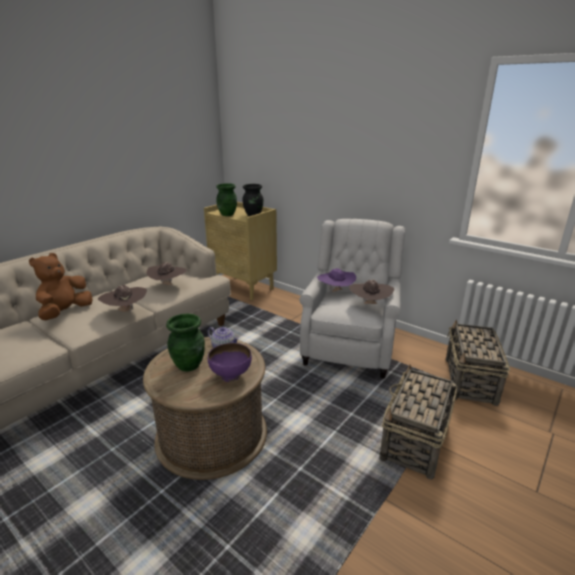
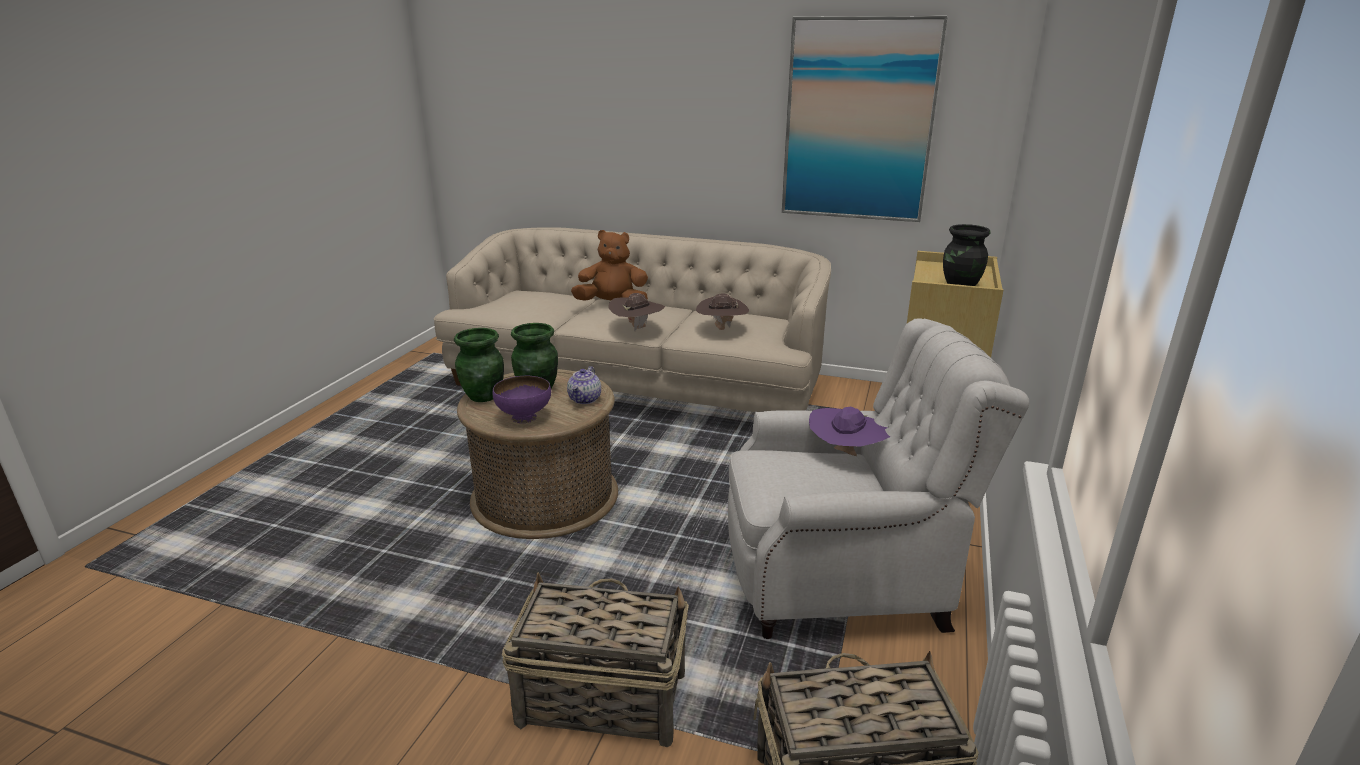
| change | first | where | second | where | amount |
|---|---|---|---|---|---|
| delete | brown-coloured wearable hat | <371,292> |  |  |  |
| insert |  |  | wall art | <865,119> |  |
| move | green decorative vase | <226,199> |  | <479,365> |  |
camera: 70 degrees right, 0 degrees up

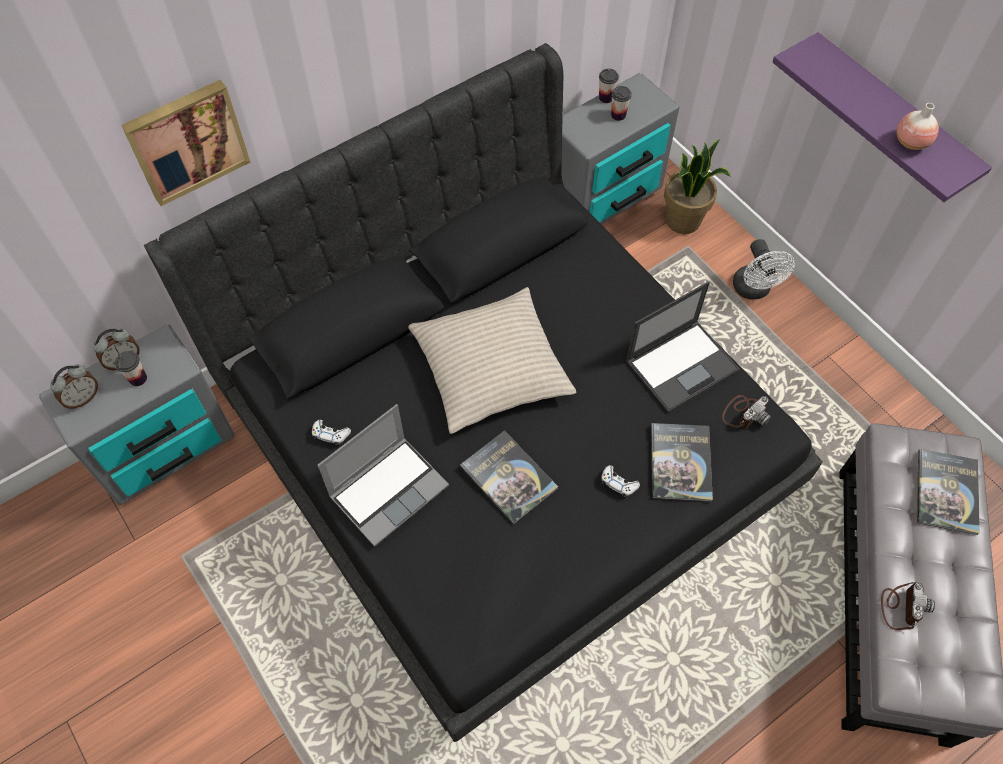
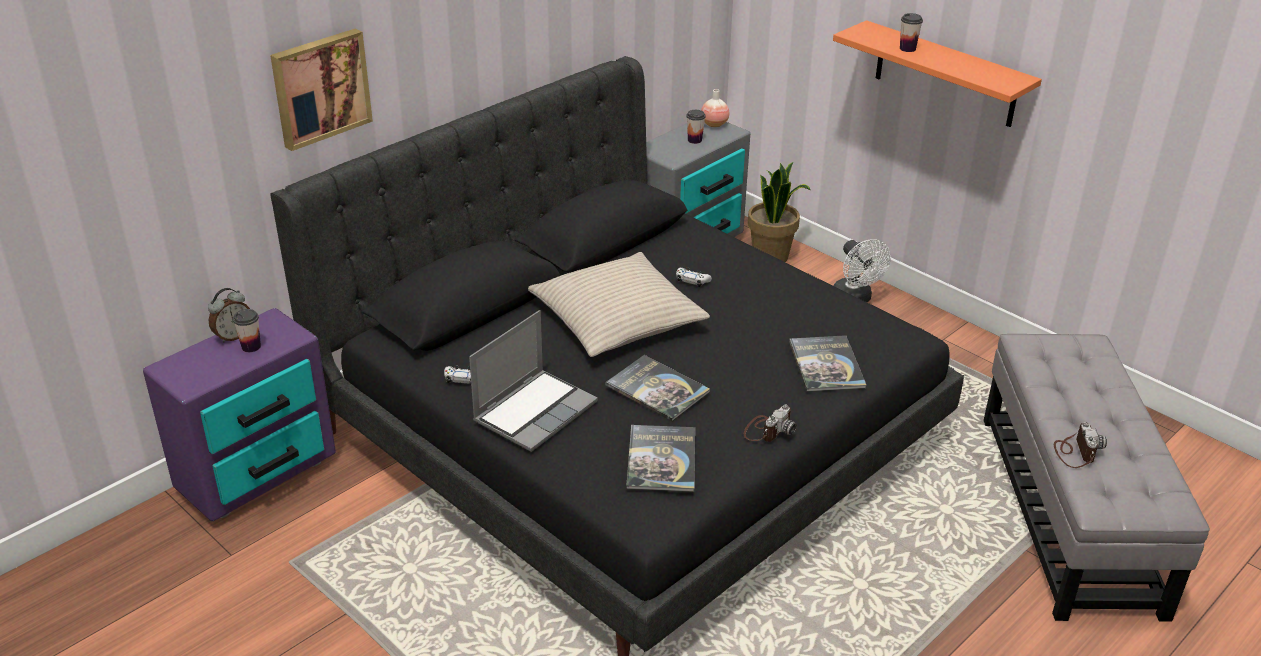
| change | first | where | second | where | amount |
|---|---|---|---|---|---|
| delete | bedside clock | <74,387> |  |  |  |
| delete | portable computer | <682,347> |  |  |  |
| move | cup | <609,85> |  | <911,32> |  |
| move | whitish game controller | <621,481> |  | <694,277> |  |
| move | still camera | <746,412> |  | <770,423> |  |
| move | decorative vase | <917,126> |  | <715,108> |  |
| move | book | <948,492> |  | <660,458> |  |
| recolor | gray night table | <137,414> | purplish night table | <239,414> |  |
| recolor | purplish bracket shelf | <882,117> | orange-coloured bracket shelf | <937,73> |  |
camera: 10 degrees left, 25 degrees down

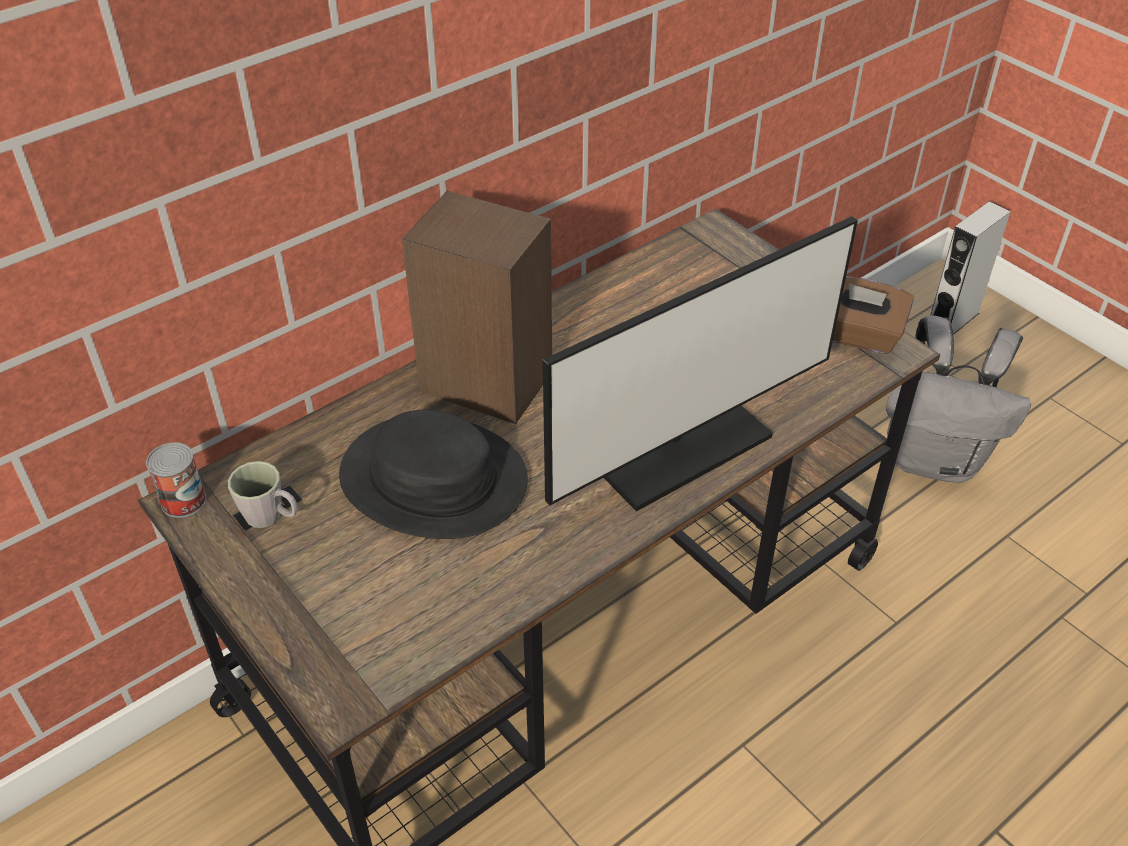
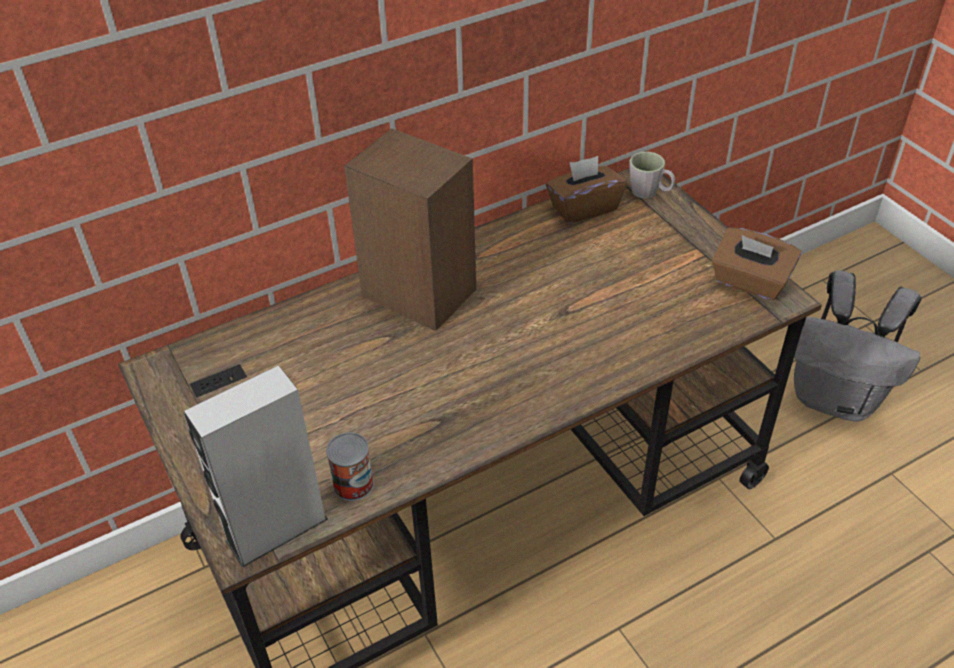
| change | first | where | second | where | amount |
|---|---|---|---|---|---|
| delete | blackish wearable hat | <433,474> |  |  |  |
| delete | computer display | <700,364> |  |  |  |
| insert |  |  | brown-coloured box of tissues | <586,190> |  |
| move | can | <176,480> |  | <350,466> |  |
| move | gray tea mug | <263,494> |  | <652,175> |  |
| move | gray audio speaker | <970,268> |  | <256,466> |  |
camera: 10 degrees right, 0 degrees up

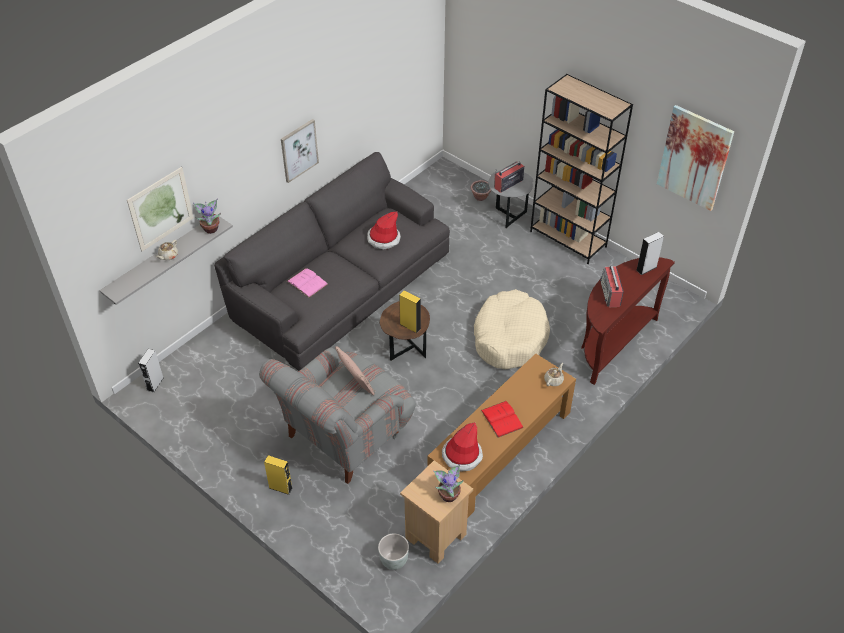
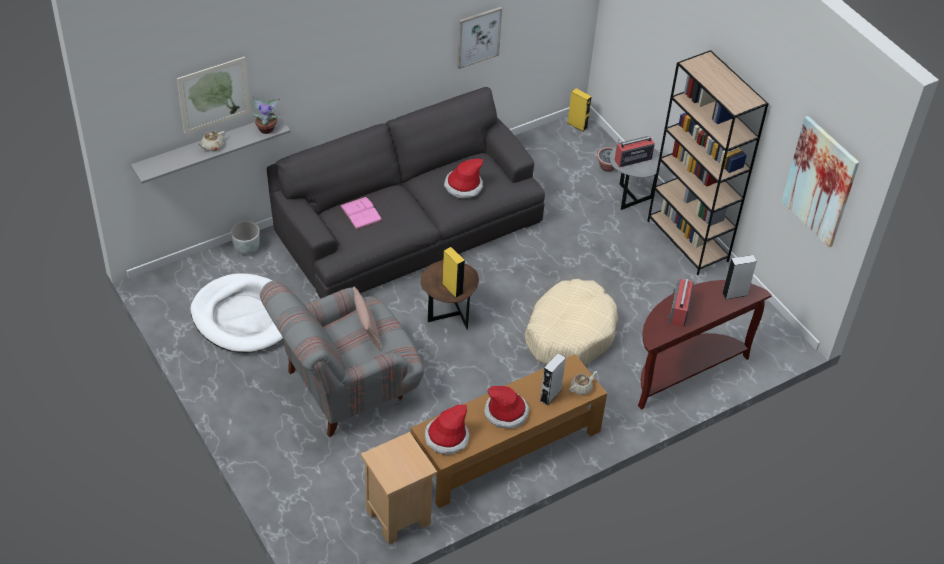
| change | first | where | second | where | amount |
|---|---|---|---|---|---|
| delete | plant in a pot | <448,483> |  |  |  |
| insert |  |  | whitish dog cushion | <237,313> |  |
| move | gray audio speaker | <151,371> |  | <553,379> |  |
| move | yellow audio speaker | <278,475> |  | <579,110> |  |
| move | wall art | <300,151> |  | <479,38> |  |
| move | gray planter | <393,551> |  | <245,238> |  |
| replace | reddish book | <502,419> | wearable hat | <506,407> |  |
camera: 15 degrees right, 0 degrees up

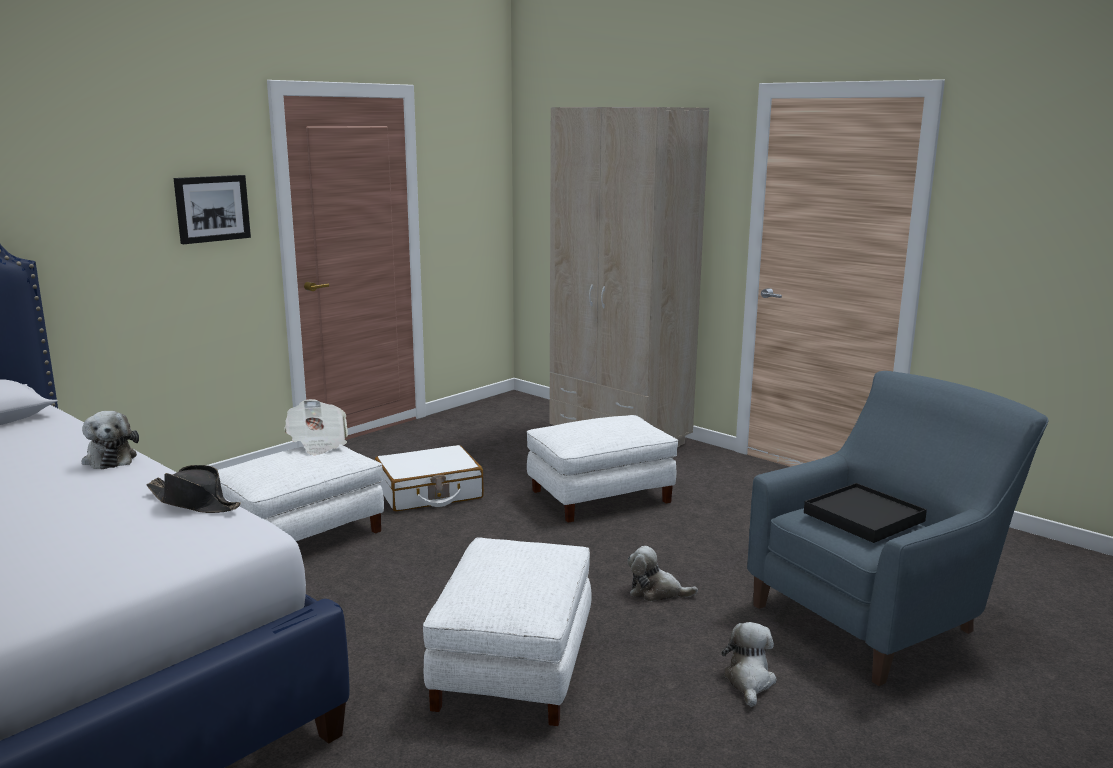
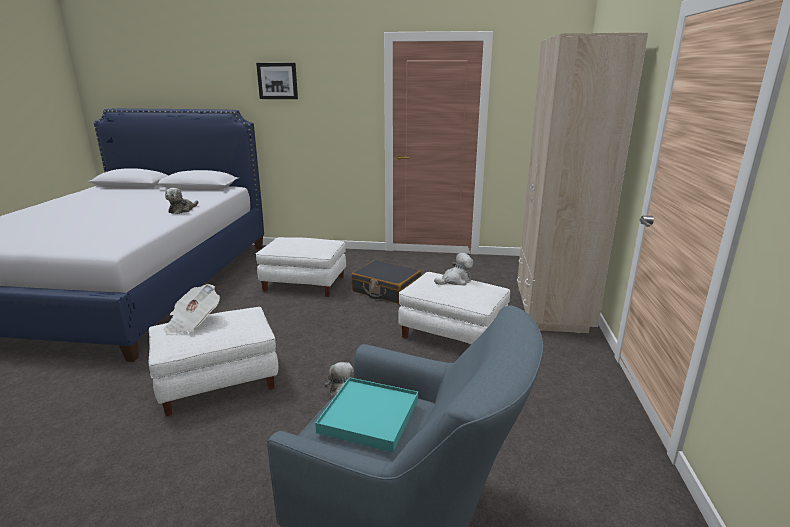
| change | first | where | second | where | amount |
|---|---|---|---|---|---|
| delete | blackish wearable hat | <193,489> |  |  |  |
| move | wall art | <212,209> |  | <277,81> |  |
| move | newspaper | <316,427> |  | <192,308> |  |
| move | cuddly toy | <749,664> |  | <453,269> |  |
| recolor | whitish piece of luggage | <429,478> | blackish piece of luggage | <386,282> |  |
| recolor | blackish tray | <865,513> | turquoise tray | <366,414> |  |
camera: 55 degrees right, 5 degrees up

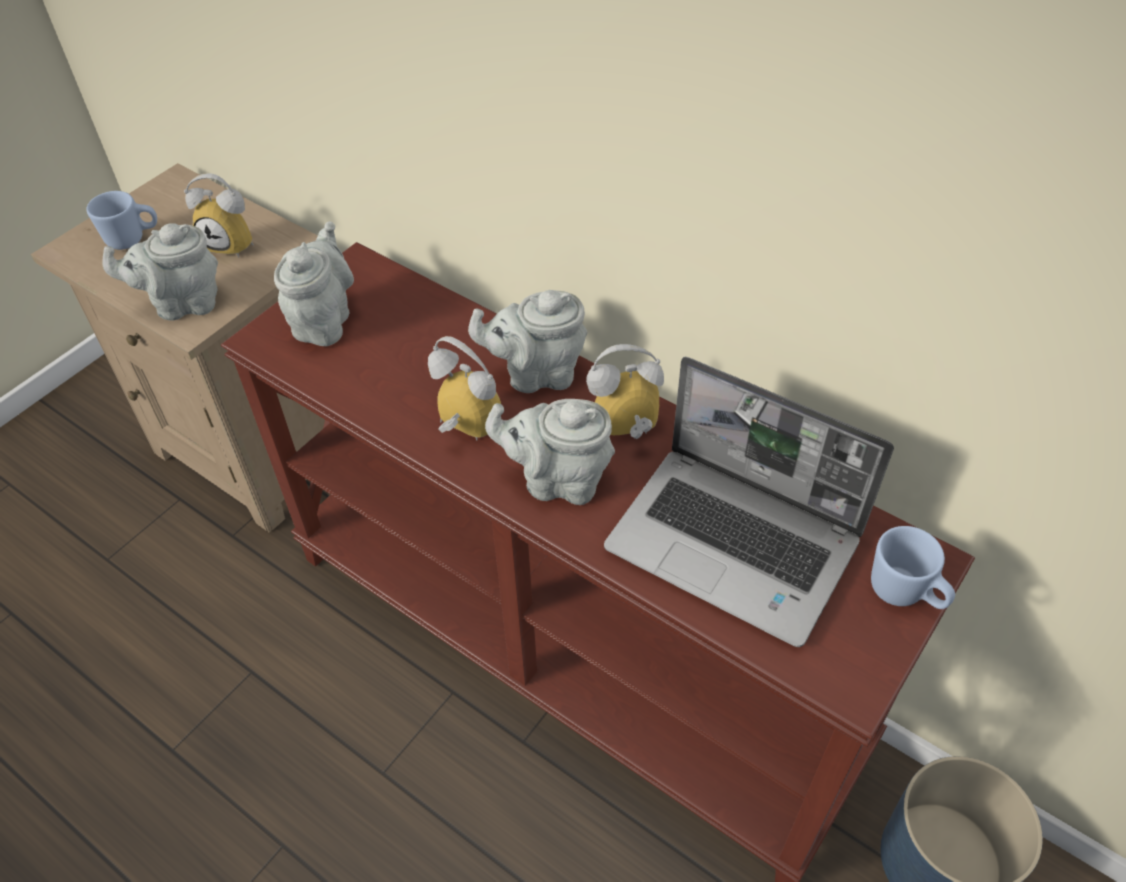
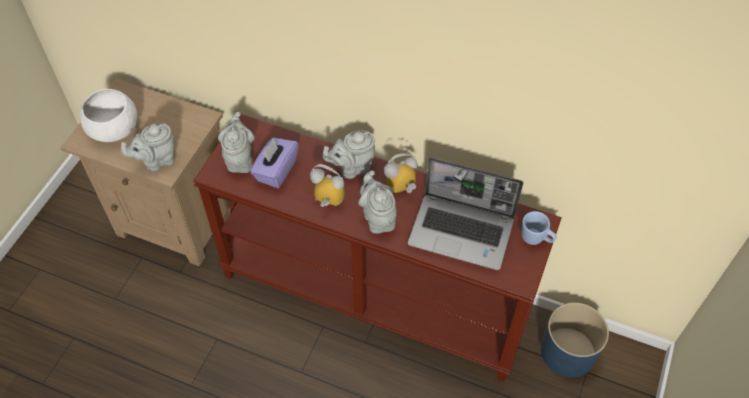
| change | first | where | second | where | amount |
|---|---|---|---|---|---|
| delete | bedside clock | <218,215> |  |  |  |
| insert |  |  | purplish box of tissues | <274,163> |  |
| replace | blue-coloured tea mug | <121,220> | whitish serving bowl | <109,115> |  |
| rotate | gray pot for tea | <550,452> |  | <377,202> | 75 degrees clockwise |
camera: 15 degrees left, 5 degrees up

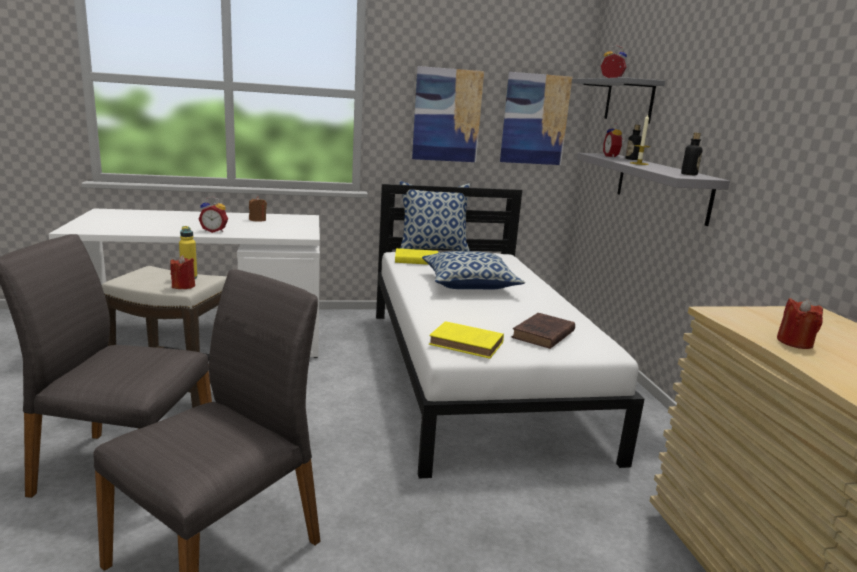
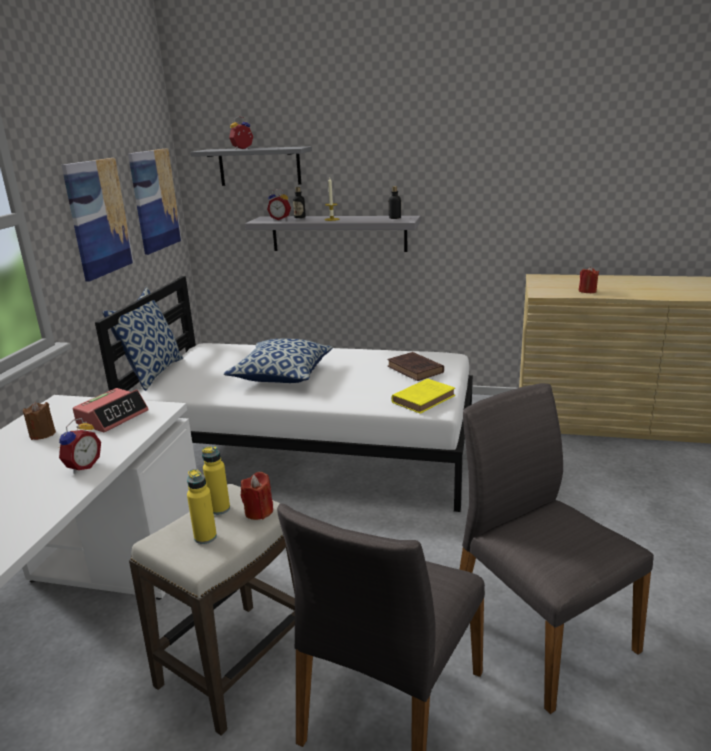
| change | first | where | second | where | amount |
|---|---|---|---|---|---|
| delete | yellow book | <416,256> |  |  |  |
| insert |  |  | bedside clock | <111,410> |  |
| insert |  |  | yellow bottle | <202,506> |  |
camera: 65 degrees left, 5 degrees up

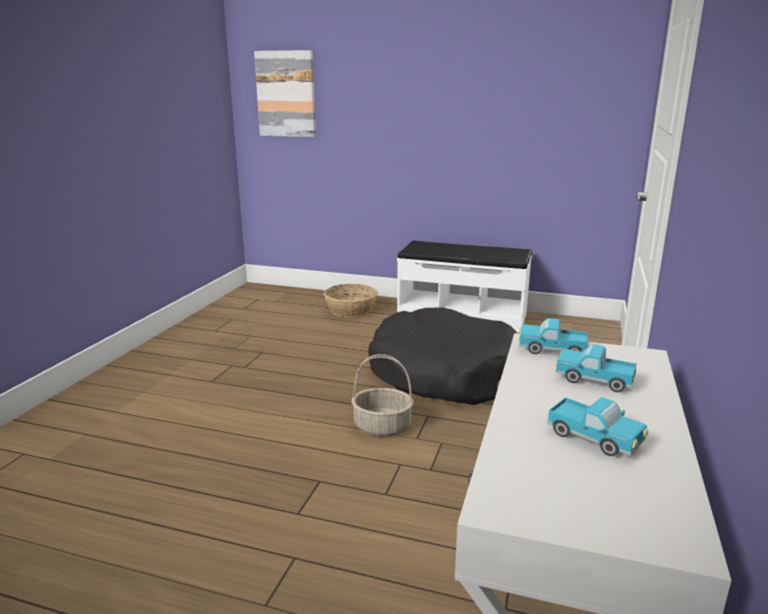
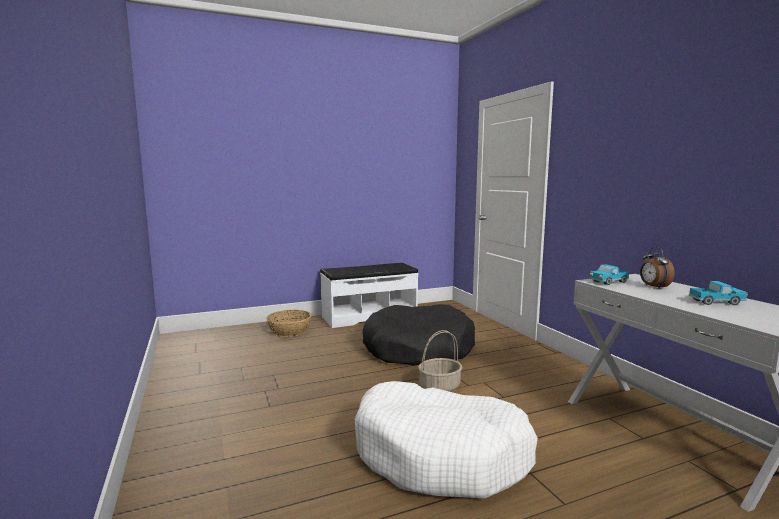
| change | first | where | second | where | amount |
|---|---|---|---|---|---|
| delete | wall art | <285,93> |  |  |  |
| insert |  |  | whitish dog cushion | <446,439> |  |
| replace | toy lorry | <596,368> | bedside clock | <657,268> |  |
camera: 40 degrees left, 10 degrees down

